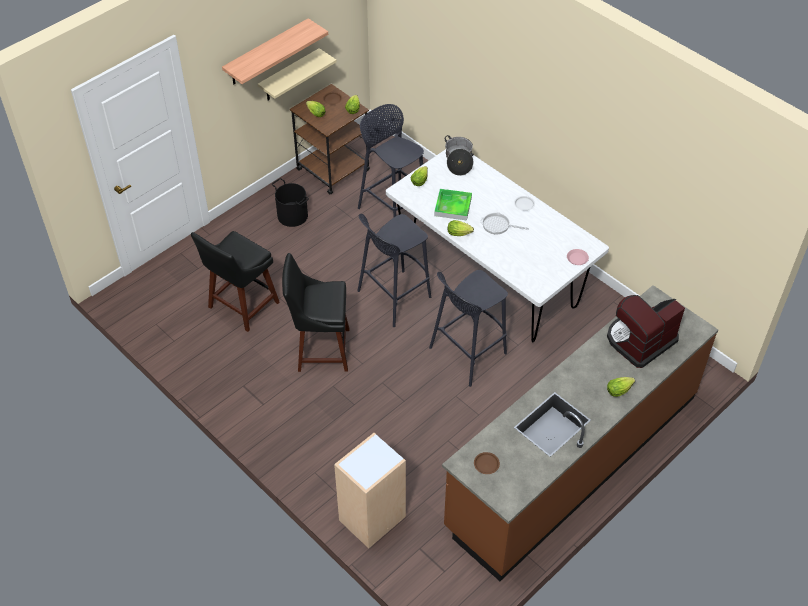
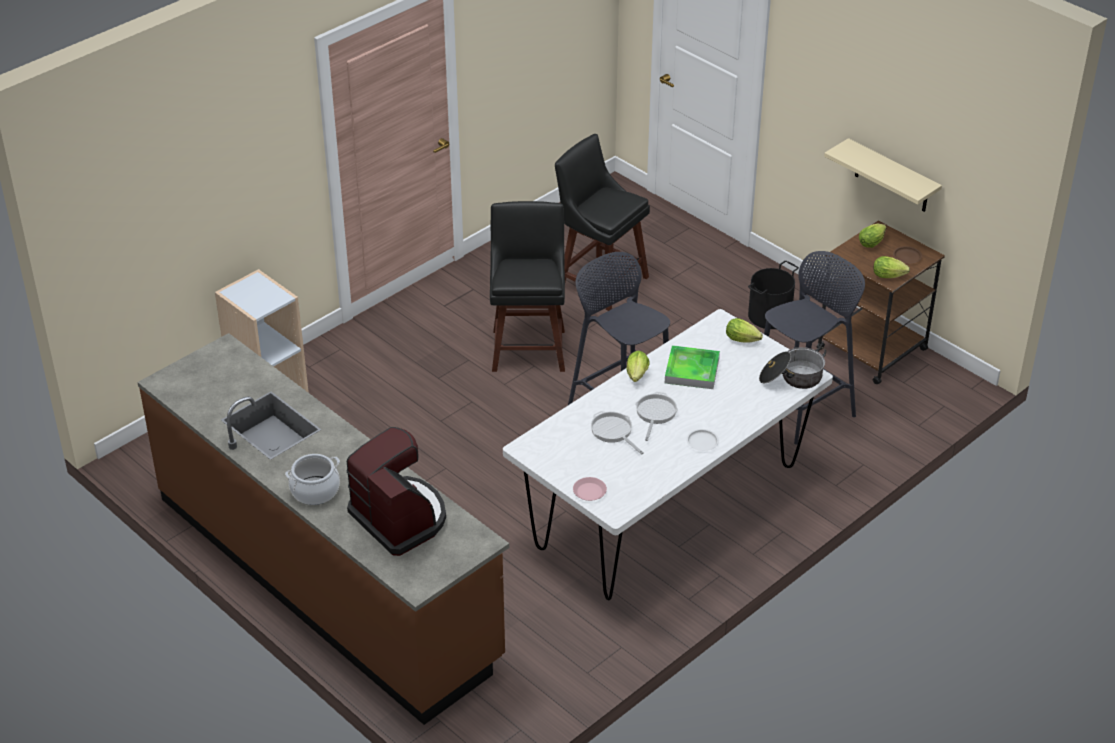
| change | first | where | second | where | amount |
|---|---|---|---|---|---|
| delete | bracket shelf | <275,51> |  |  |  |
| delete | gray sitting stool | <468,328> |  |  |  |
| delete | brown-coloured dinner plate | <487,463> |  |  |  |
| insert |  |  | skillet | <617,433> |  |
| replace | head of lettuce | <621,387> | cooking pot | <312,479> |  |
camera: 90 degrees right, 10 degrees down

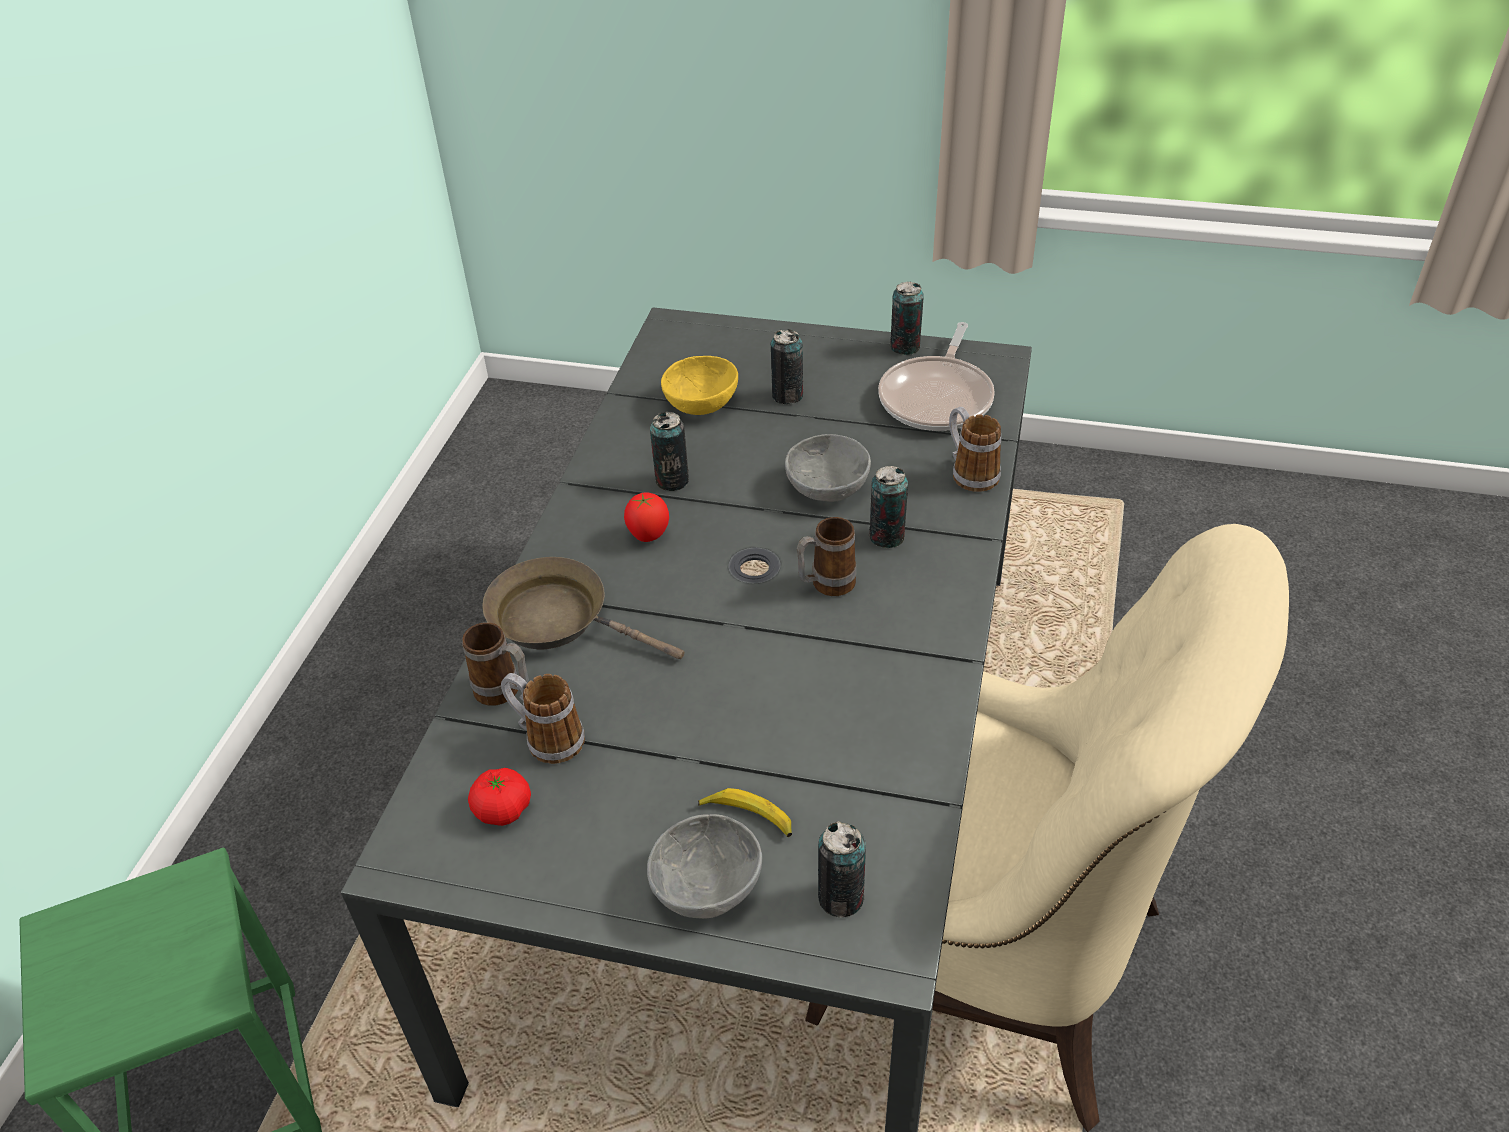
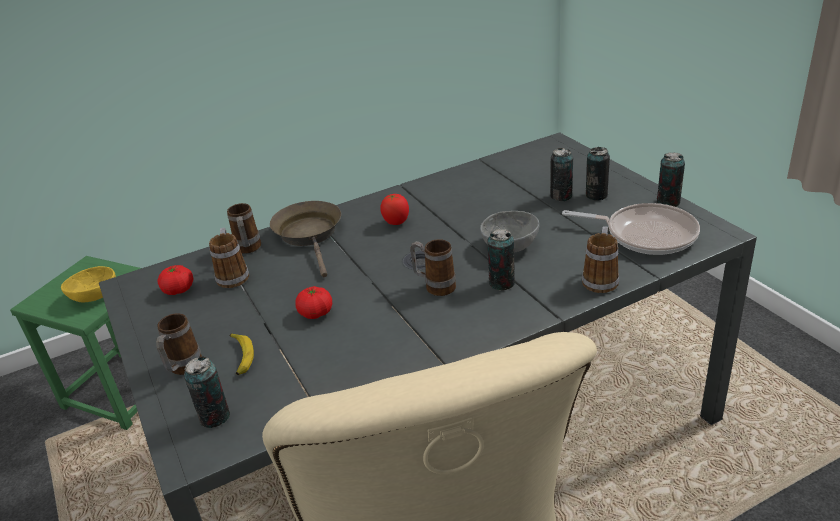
| change | first | where | second | where | amount |
|---|---|---|---|---|---|
| insert |  |  | tomato | <313,302> |  |
| move | can | <669,451> |  | <598,174> |  |
| move | yellow serving bowl | <699,385> |  | <88,284> |  |
| replace | gray serving bowl | <704,866> | tea mug | <179,344> |  |
| rotate | skillet | <936,376> |  | <631,229> | 135 degrees counterclockwise |
camera: 50 degrees right, 10 degrees down

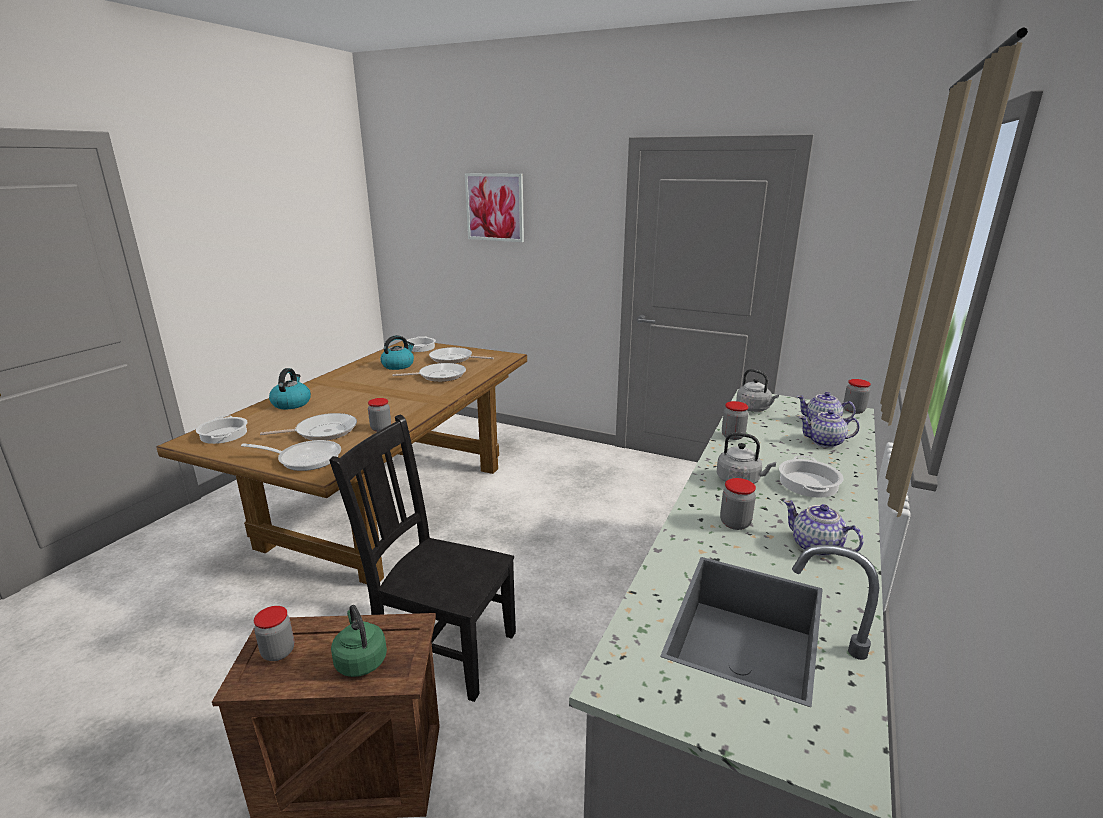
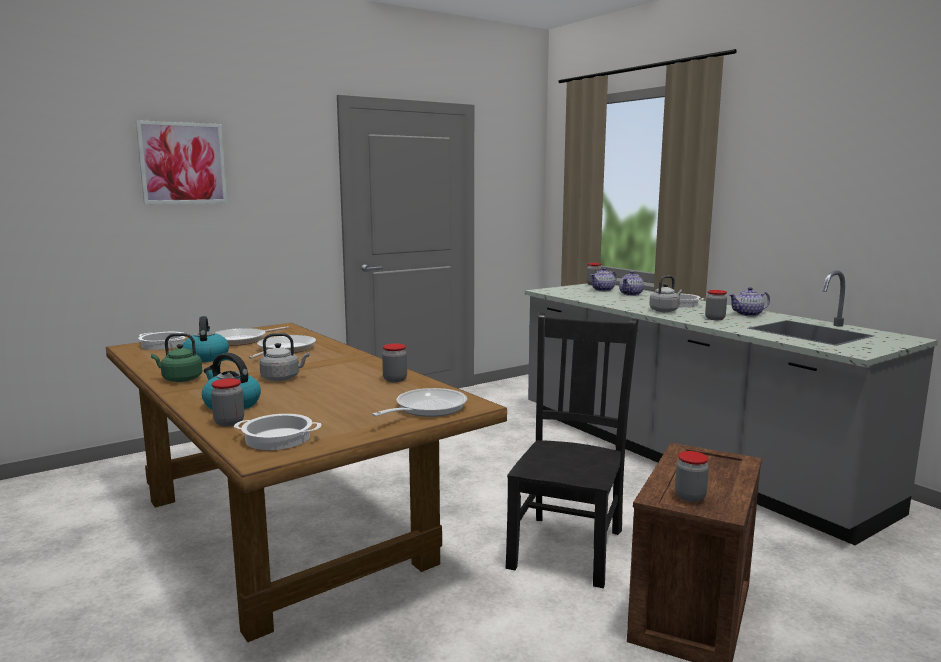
| change | first | where | second | where | amount |
|---|---|---|---|---|---|
| delete | skillet | <308,426> |  |  |  |
| move | green tea kettle | <359,641> |  | <176,357> |  |
| move | storage jar | <735,420> |  | <227,402> |  |
| move | gray tea kettle | <757,390> |  | <284,357> |  |
| rotate | blackish chair | <422,558> |  | <572,450> | 150 degrees clockwise |
camera: 60 degrees left, 10 degrees down

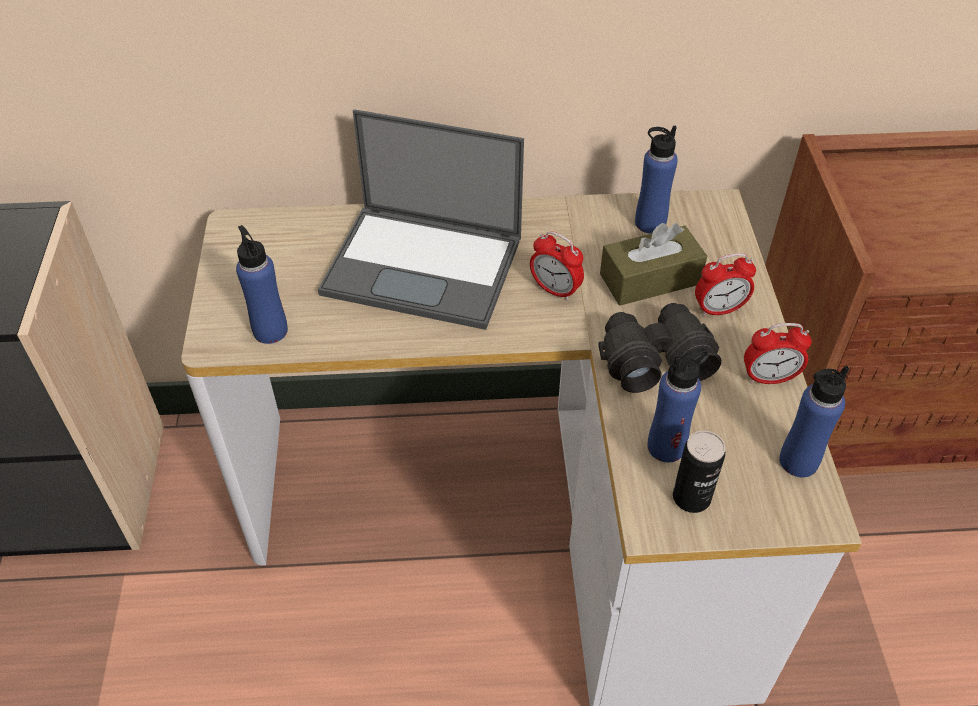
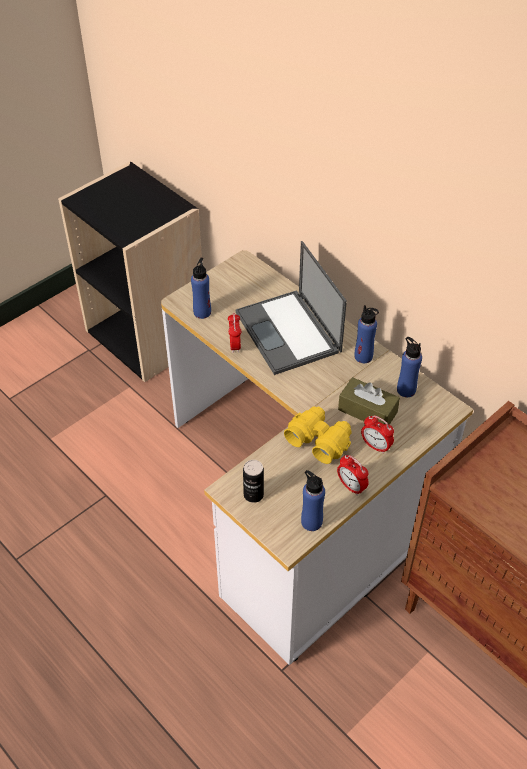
| change | first | where | second | where | amount |
|---|---|---|---|---|---|
| move | bedside clock | <557,266> |  | <234,333> |  |
| move | blue-coloured bottle | <678,405> |  | <366,334> |  |
| recolor | blackish binoculars | <659,348> | yellow binoculars | <318,435> |  |
camera: 50 degrees right, 0 degrees up

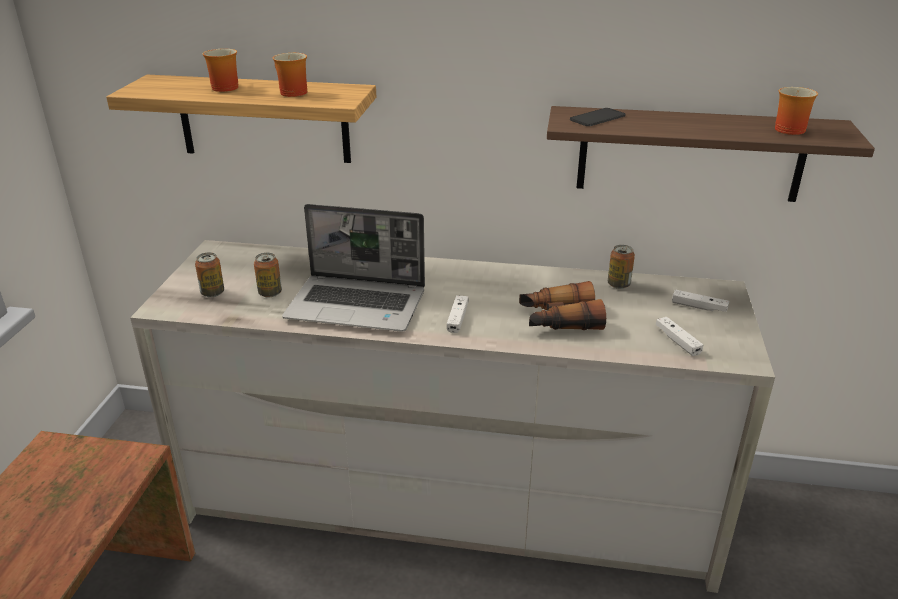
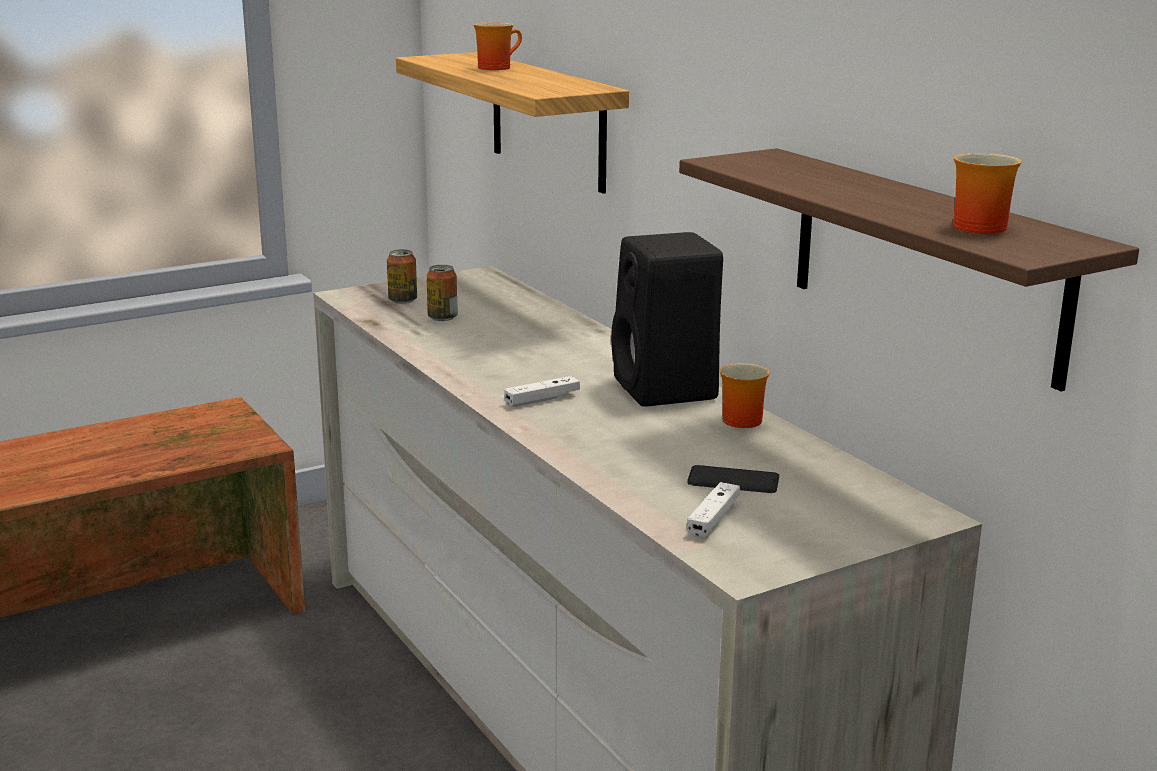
| change | first | where | second | where | amount |
|---|---|---|---|---|---|
| delete | portable computer | <353,268> |  |  |  |
| delete | binoculars | <562,305> |  |  |  |
| delete | can | <621,267> |  |  |  |
| delete | whitish game controller | <700,301> |  |  |  |
| insert |  |  | blackish audio speaker | <667,319> |  |
| move | tea mug | <290,75> |  | <745,395> |  |
| move | handset | <598,117> |  | <733,479> |  |
camera: 50 degrees right, 10 degrees down

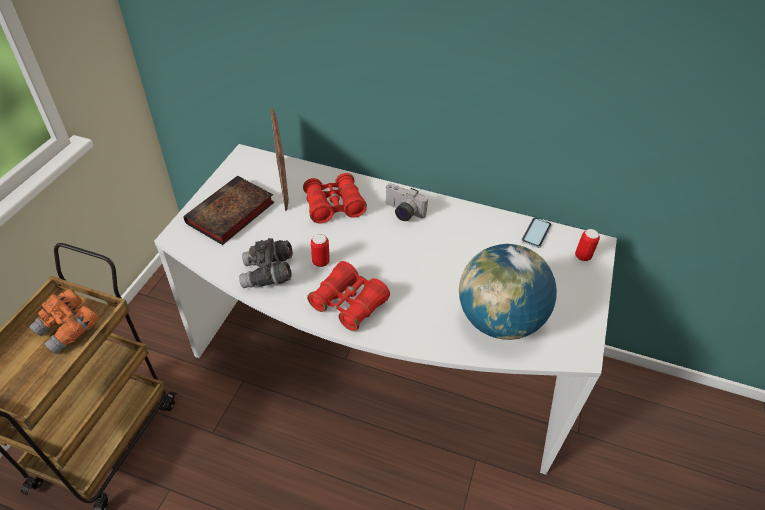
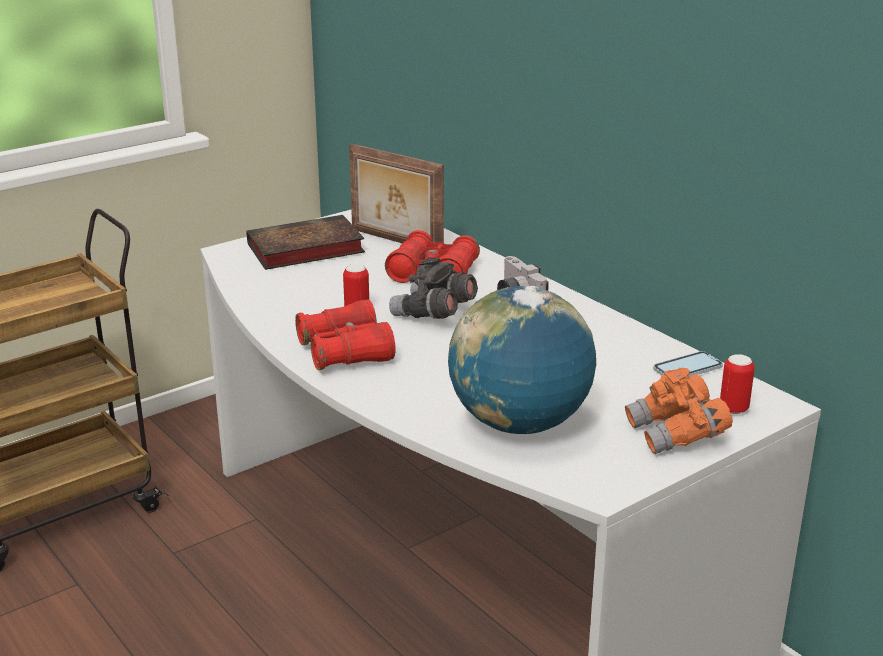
| change | first | where | second | where | amount |
|---|---|---|---|---|---|
| move | orange-coloured binoculars | <63,321> |  | <679,411> |  |
| move | gray binoculars | <266,263> |  | <433,288> |  |
| rotate | picture frame | <279,159> |  | <396,193> | 105 degrees clockwise |
camera: 35 degrees right, 20 degrees down

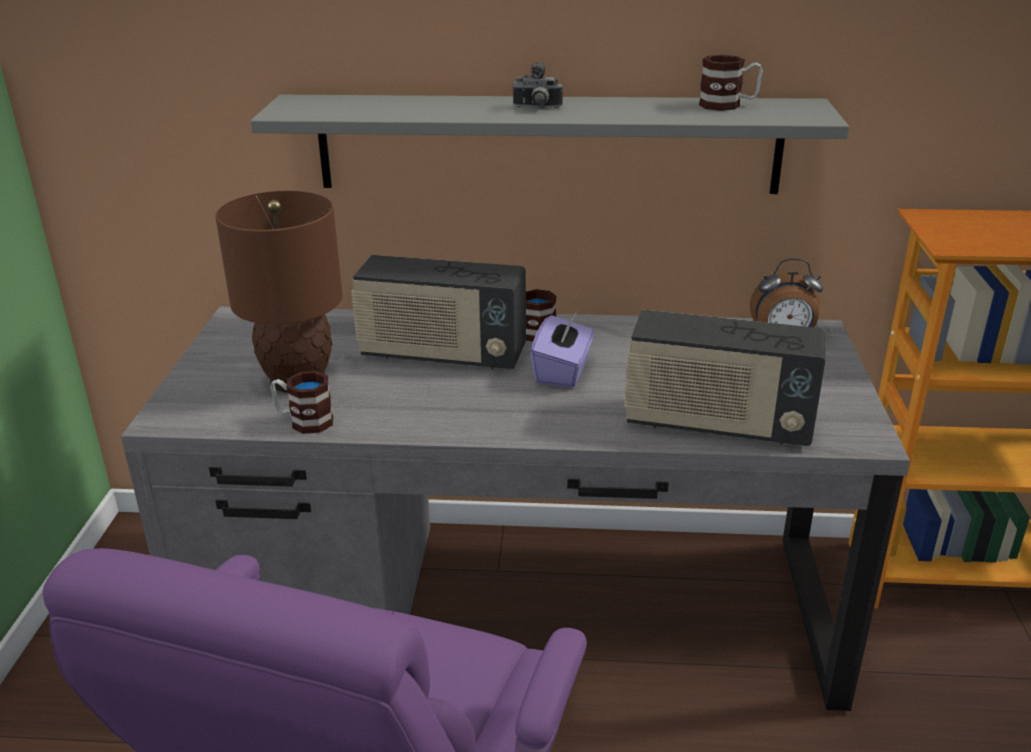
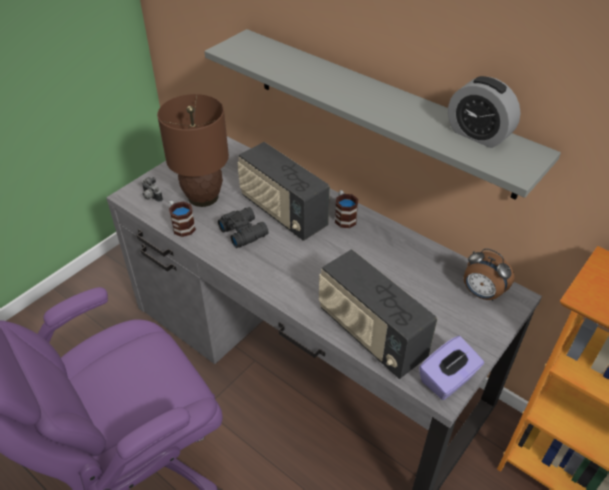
| change | first | where | second | where | amount |
|---|---|---|---|---|---|
| insert |  |  | blackish binoculars | <243,227> |  |
| move | still camera | <537,85> |  | <152,189> |  |
| move | purplish box of tissues | <562,350> |  | <451,368> |  |
| replace | tea mug | <731,83> | bedside clock | <484,112> |  |
camera: 35 degrees right, 15 degrees up

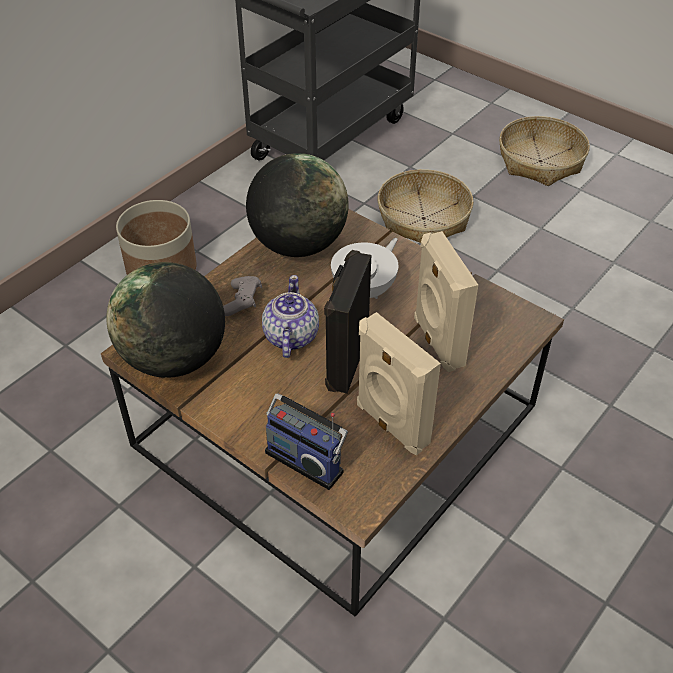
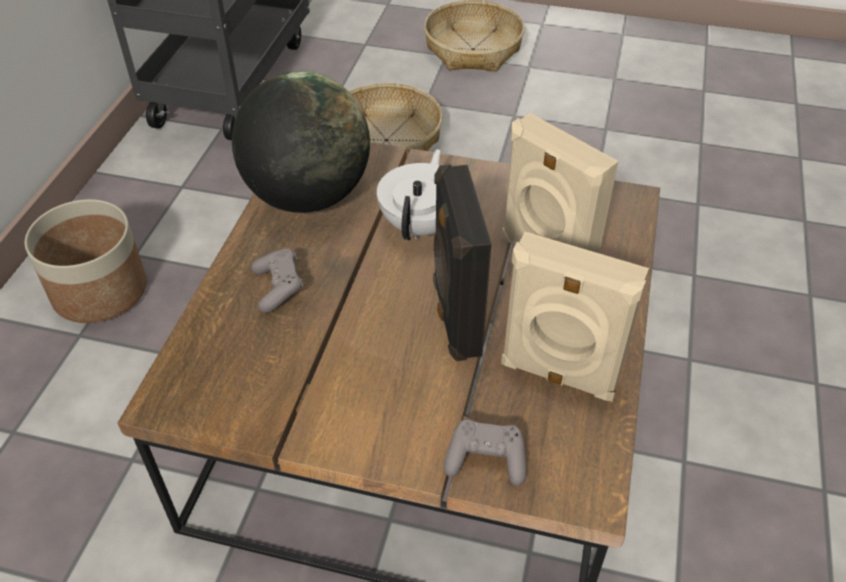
| change | first | where | second | where | amount |
|---|---|---|---|---|---|
| delete | globe | <165,320> |  |  |  |
| delete | pot for tea | <290,316> |  |  |  |
| replace | radio receiver | <306,442> | gray game controller | <484,452> |  |
camera: 25 degrees left, 0 degrees up

